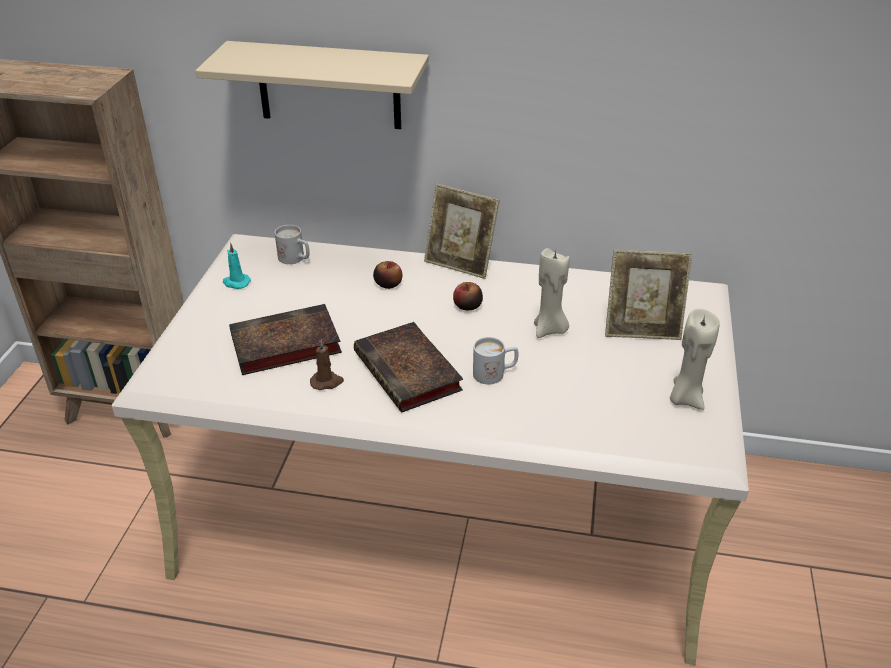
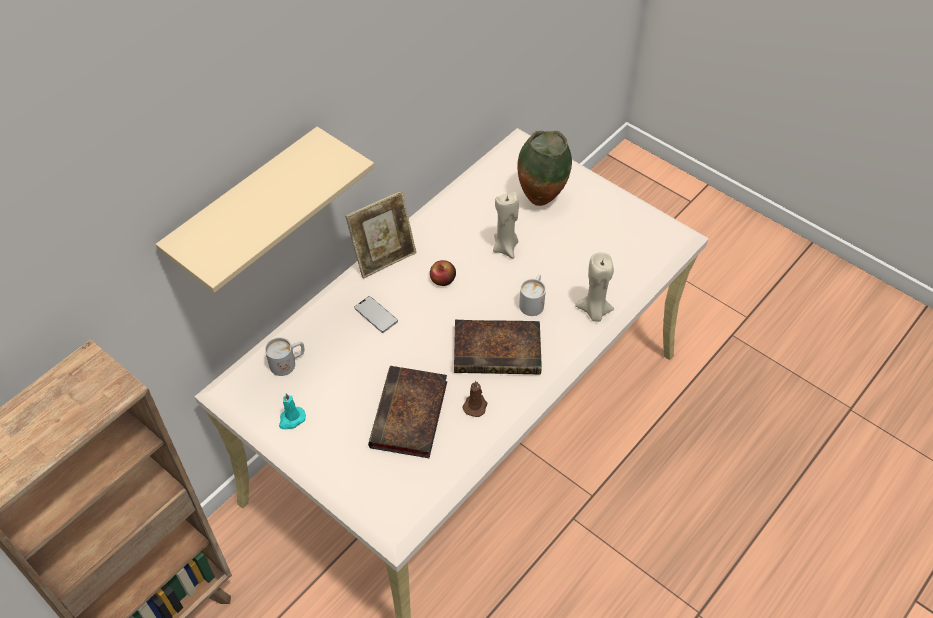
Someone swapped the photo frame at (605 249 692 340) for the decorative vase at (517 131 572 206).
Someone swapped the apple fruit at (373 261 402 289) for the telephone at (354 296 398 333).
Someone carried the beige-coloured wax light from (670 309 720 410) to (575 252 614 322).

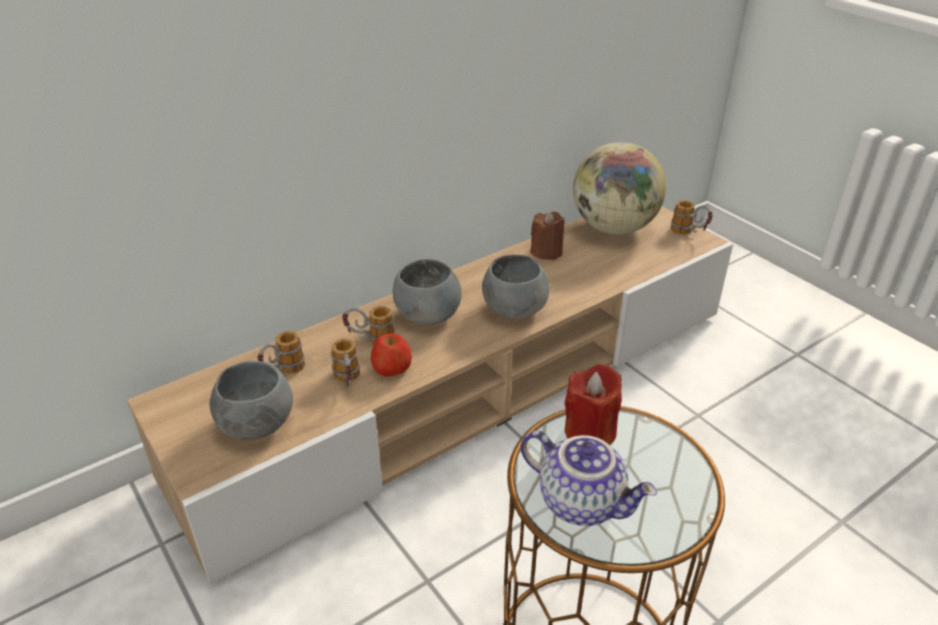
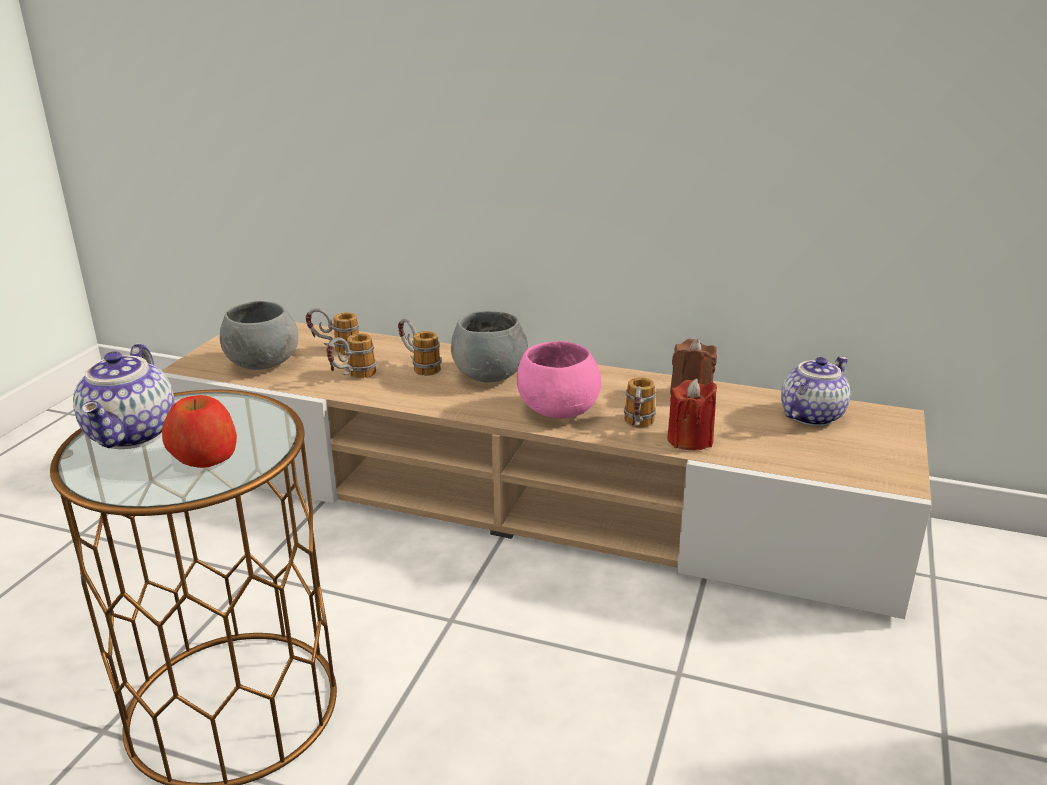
Someone swapped the desk globe at (573 142 666 234) for the tea pot at (781 356 850 426).
Someone carried the tea mug from (671 200 713 235) to (624 377 656 427).
Someone repainted the gray deep dish at (482 255 550 318), which became the pink-coloured deep dish at (517 341 601 419).
Someone carried the apple fruit from (371 333 412 377) to (162 395 237 468).
Someone carried the red wax light from (565 364 622 445) to (667 378 717 451).

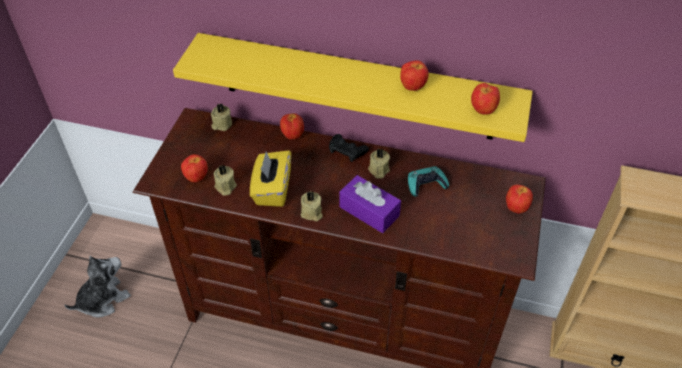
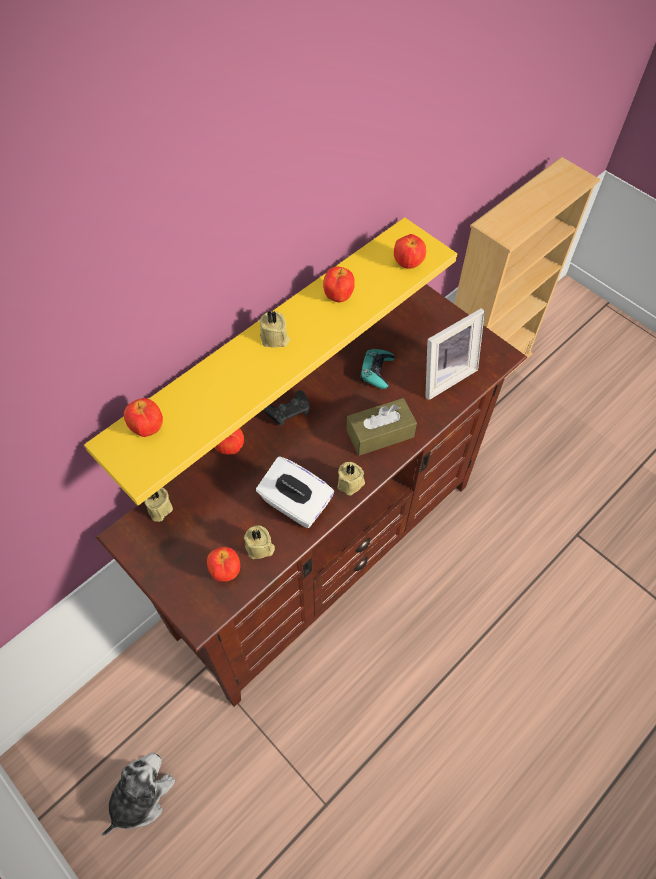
Someone carried the beige-coloured wax light from (368 148 390 179) to (259 311 290 348).
Someone repainted the yellowish tissue holder at (250 150 291 207), which became the whitish tissue holder at (256 456 334 529).
Someone repainted the purplish tissue holder at (339 175 401 233), which became the brownish tissue holder at (346 398 417 456).
Someone carried the apple fruit from (506 185 533 213) to (124 398 163 437).
Someone rotated the plush toy at (64 255 131 318) by 45 degrees clockwise.
Someone put down the photo frame at (425 308 485 400).

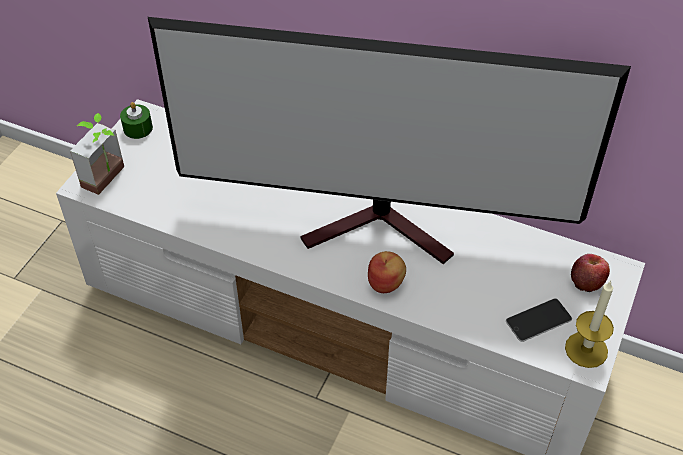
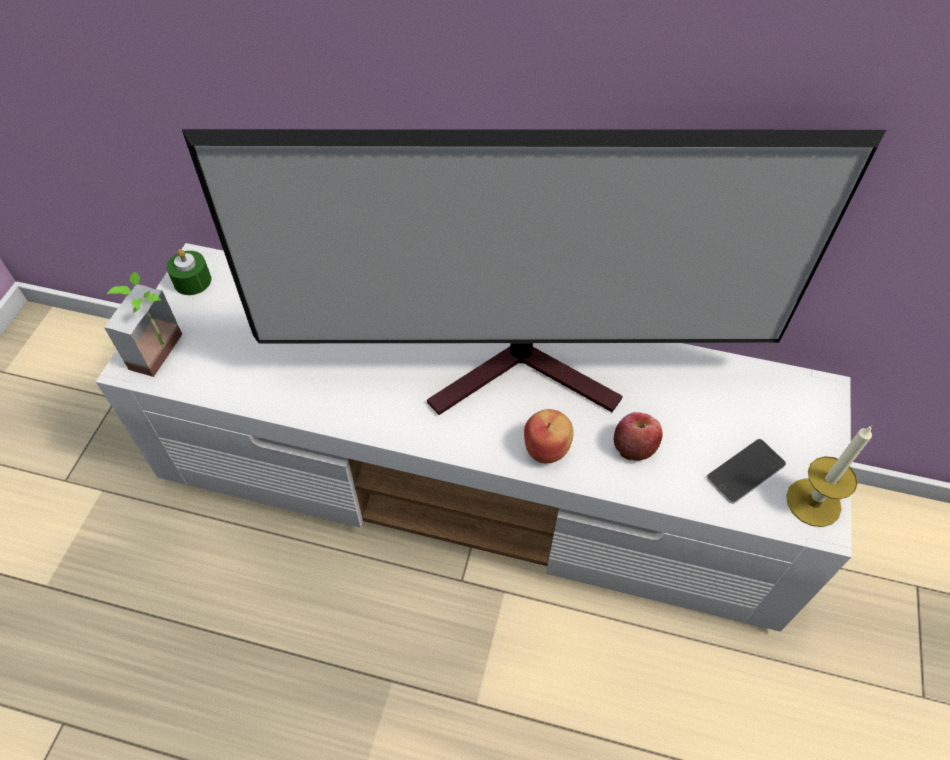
Someone carried the apple fruit from (571 254 610 292) to (614 412 663 461).

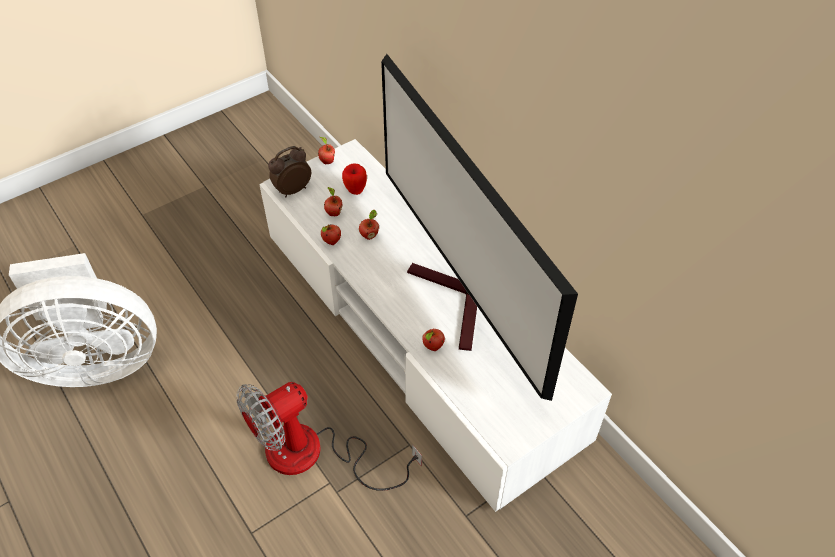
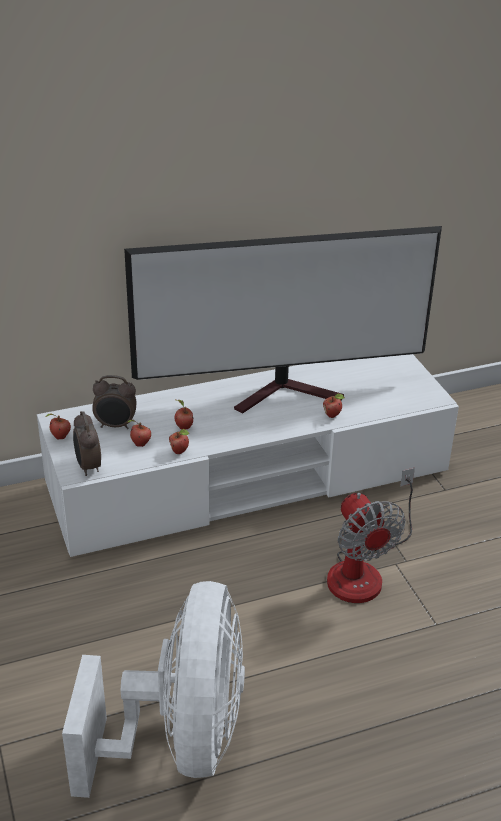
Someone swapped the apple fruit at (342 163 367 195) for the alarm clock at (92 375 137 429).

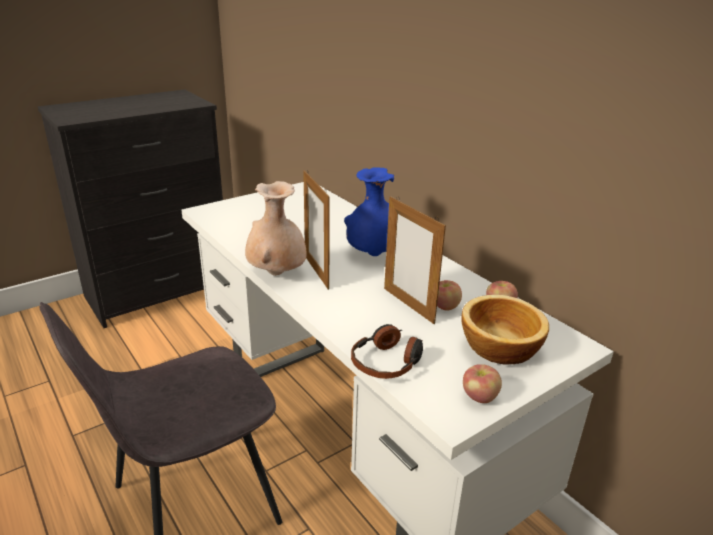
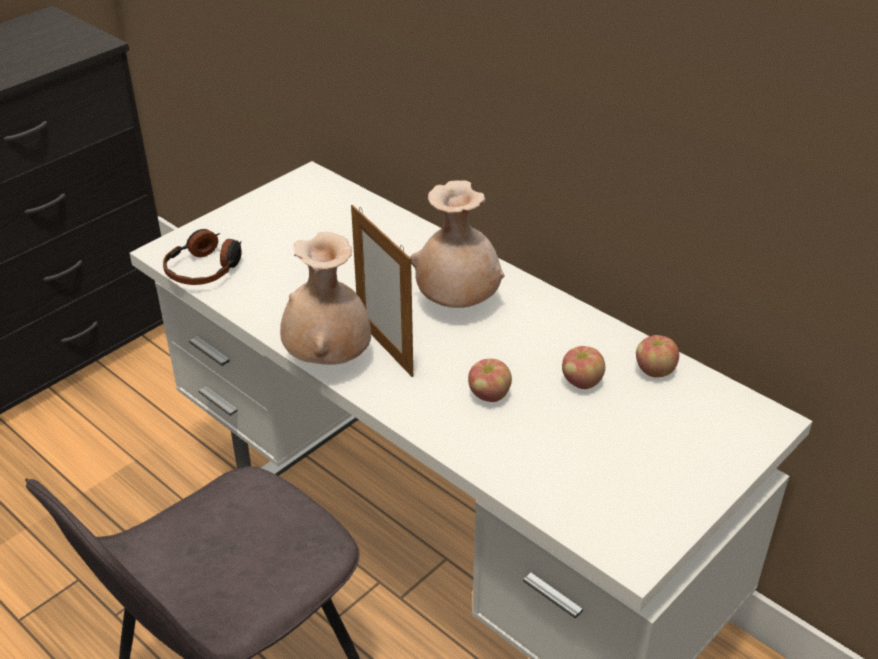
Someone repainted the bluish decorative vase at (344 167 394 256), which became the beige-coloured decorative vase at (410 180 505 308).
Someone took away the photo frame at (384 196 446 324).
Someone took away the deep dish at (461 295 549 365).
Someone carried the headphones from (351 324 423 379) to (163 229 242 285).
Someone carried the apple fruit from (463 364 502 403) to (468 359 512 402).

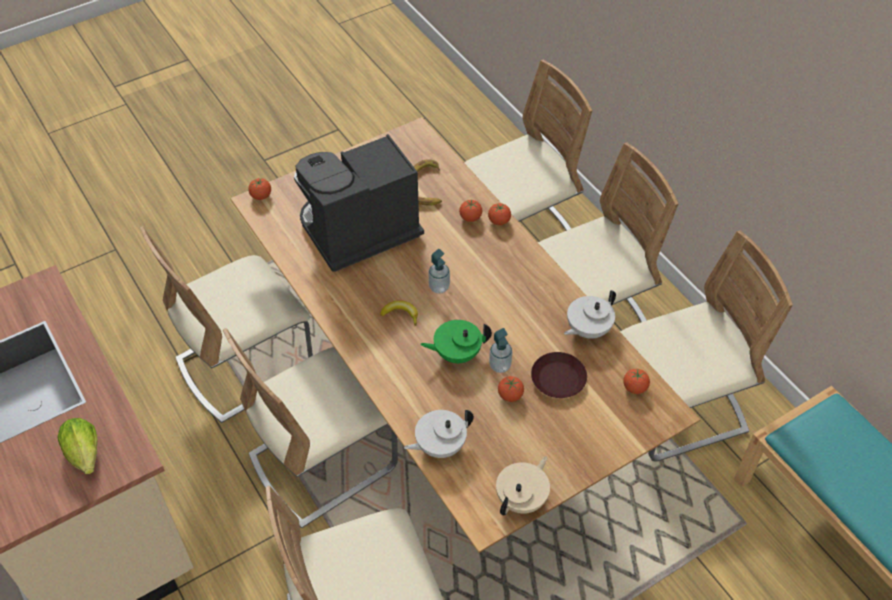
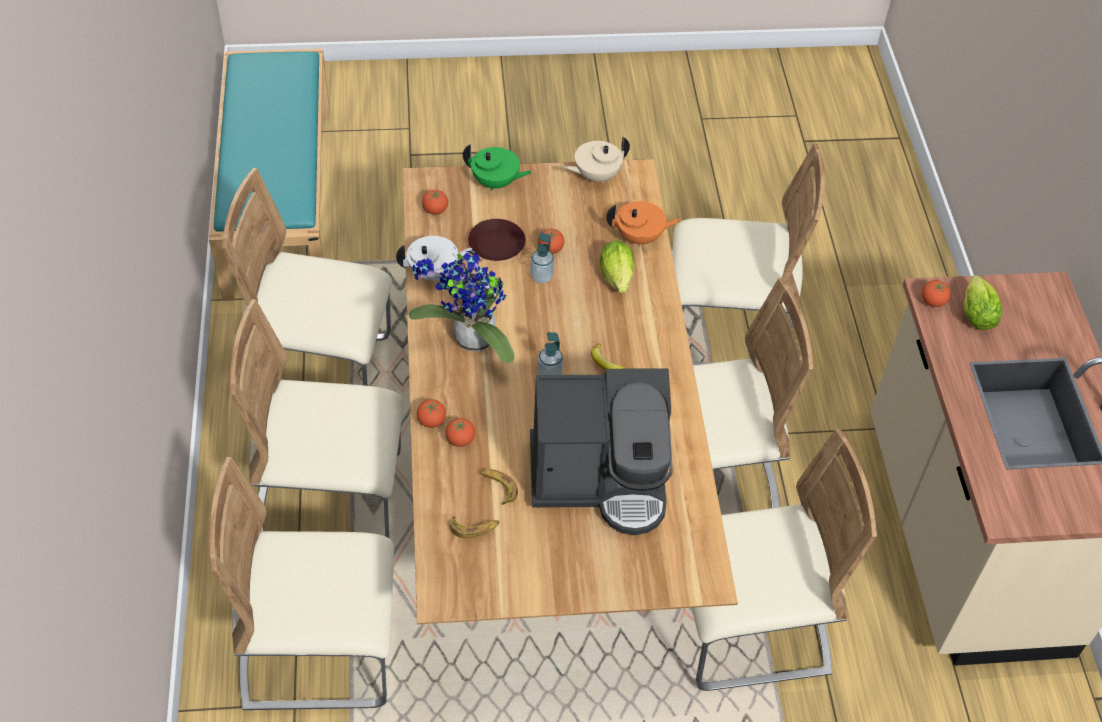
Someone carried the whole tomato from (248 178 271 200) to (922 280 951 307).
Someone carried the greenish tea pot from (420 320 492 363) to (463 144 532 191).
Someone repainted the whitish tea pot at (404 410 474 458), which became the orange-coloured tea pot at (606 201 681 247).
Someone put down the head of lettuce at (599 240 635 293).
Someone put down the potted plant at (408 246 515 364).

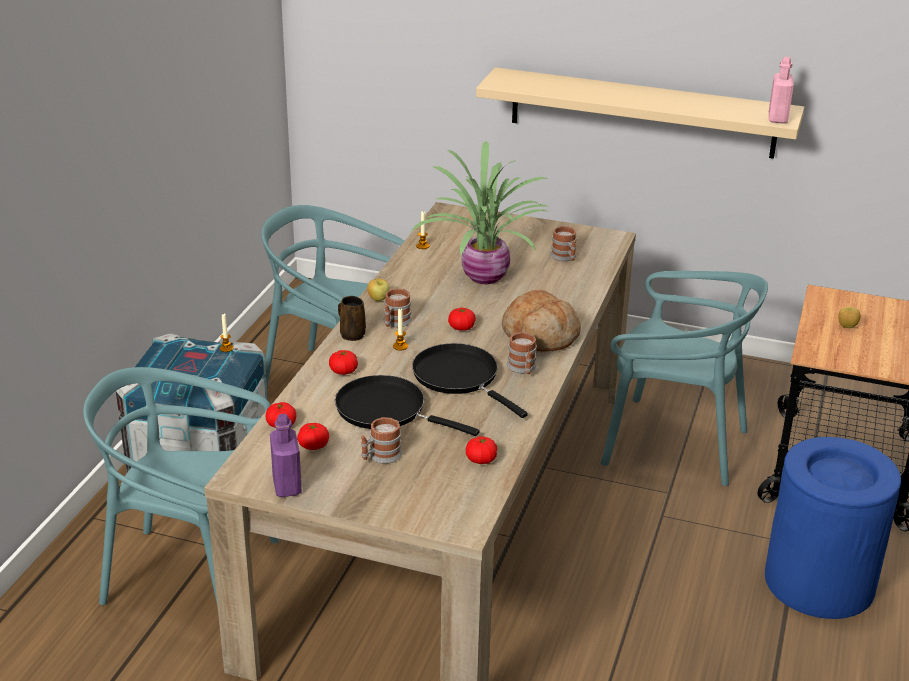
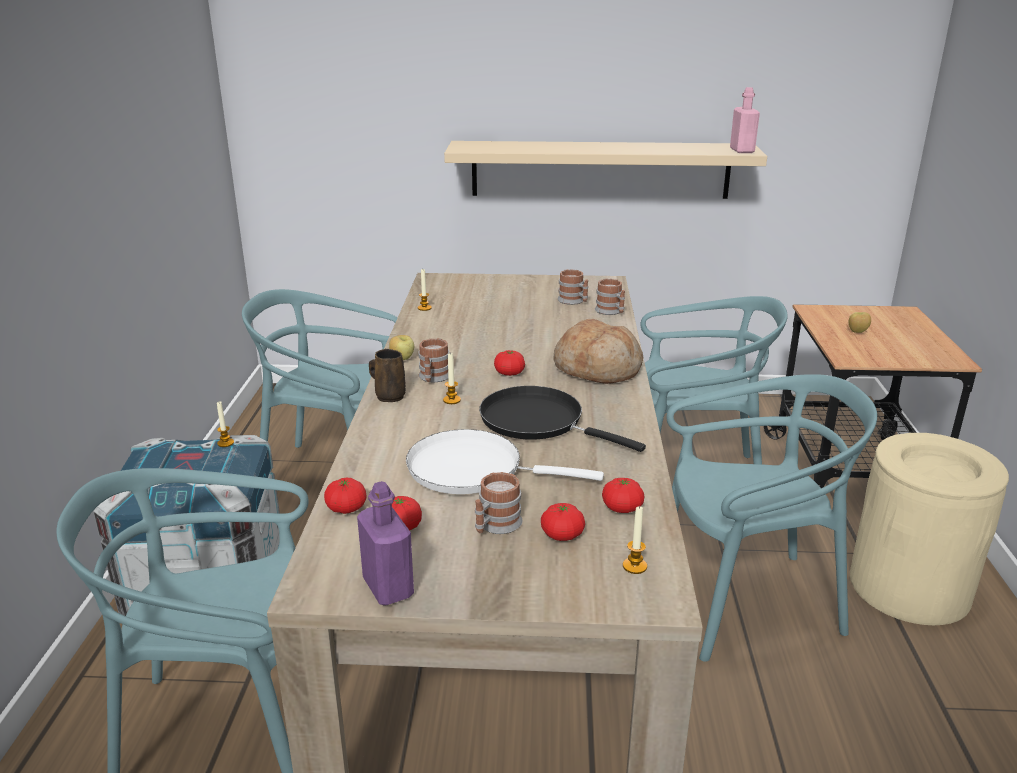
Someone took away the potted plant at (411 141 550 284).
Someone carried the tea mug from (507 332 537 374) to (595 278 625 315).
Someone carried the whole tomato from (329 350 358 375) to (541 503 585 541).
Someone repainted the blackish skillet at (335 375 480 436), which became the whitish skillet at (406 429 604 494).
Someone repainted the bluish waste bin at (765 437 901 619), which became the beige-coloured waste bin at (850 433 1009 625).
Someone put down the turquoise upright chair at (666 374 877 662).
Someone put down the wax light at (623 505 647 574).

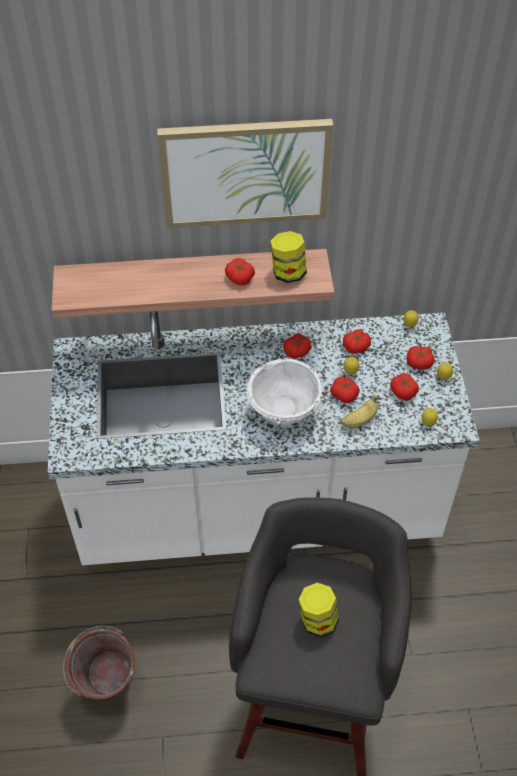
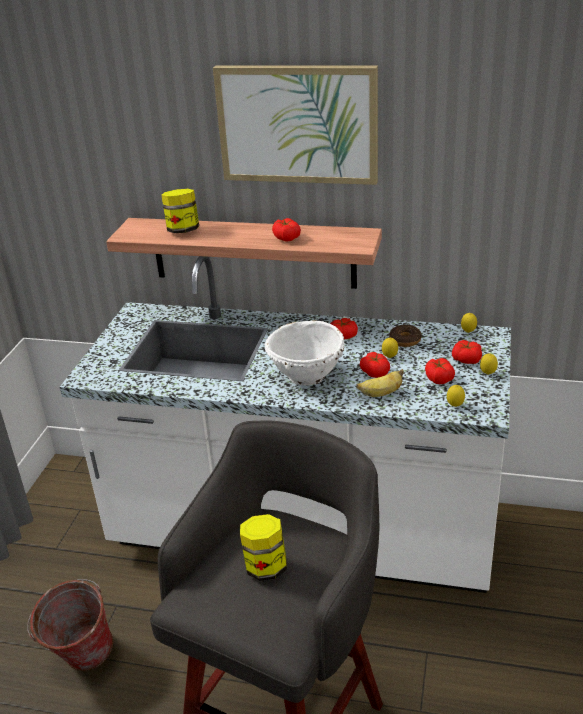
Someone carried the jar from (270 231 307 283) to (161 189 199 233).
Someone swapped the whole tomato at (343 329 371 354) for the ring doughnut at (389 325 422 347).

